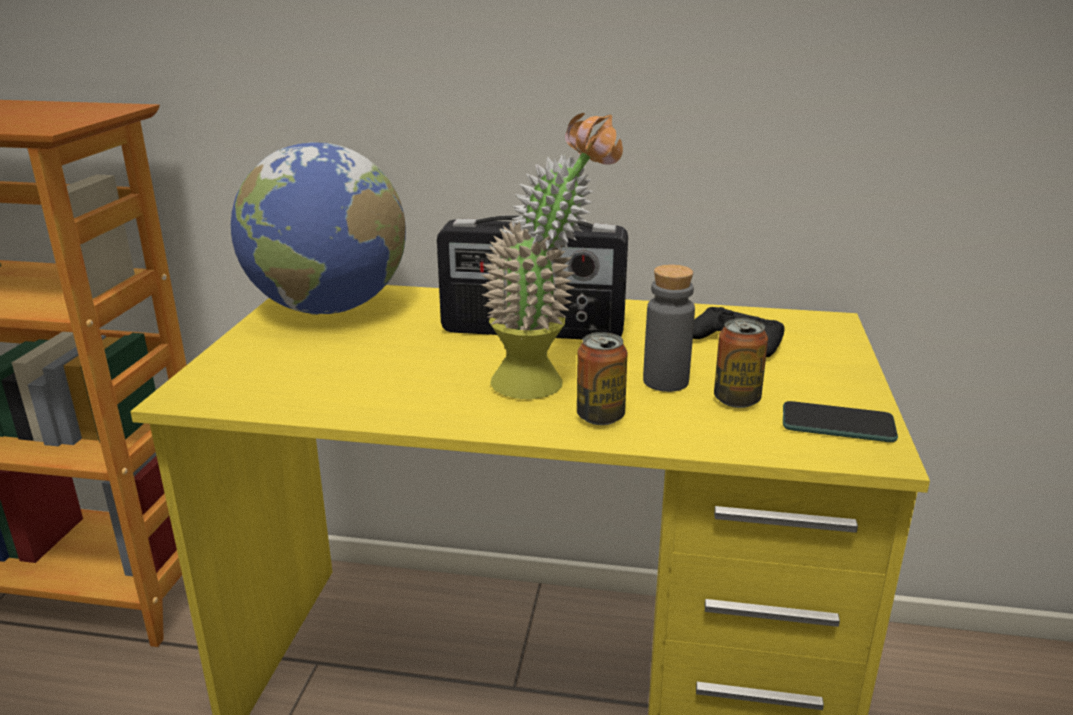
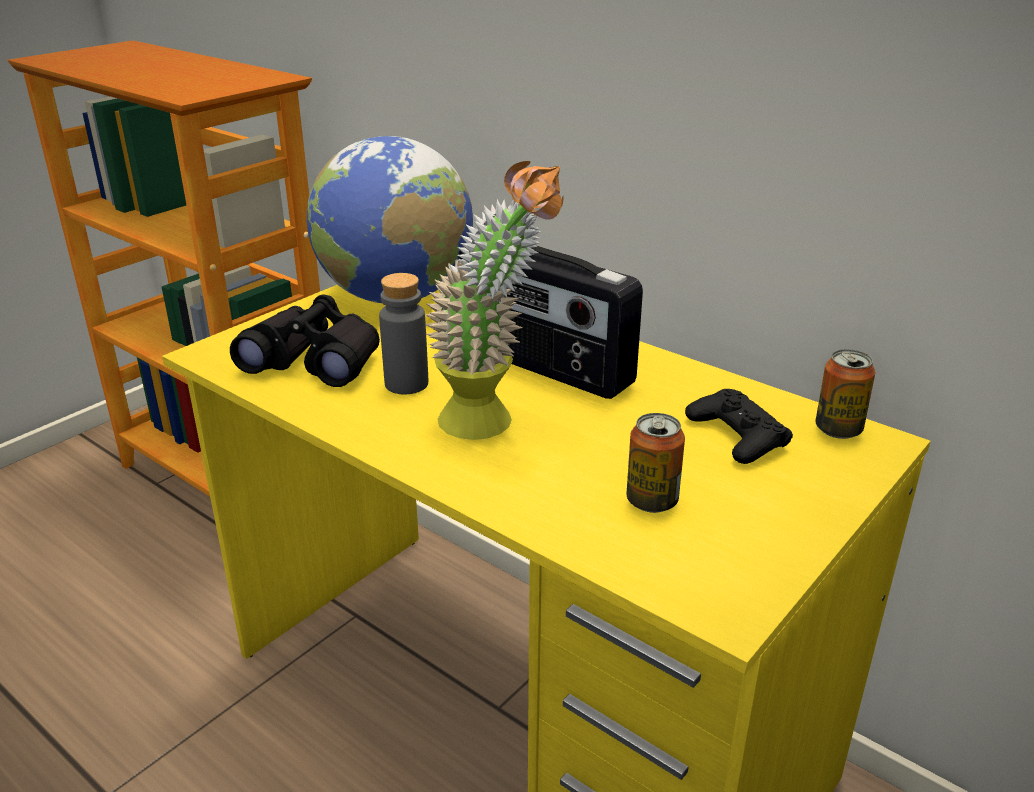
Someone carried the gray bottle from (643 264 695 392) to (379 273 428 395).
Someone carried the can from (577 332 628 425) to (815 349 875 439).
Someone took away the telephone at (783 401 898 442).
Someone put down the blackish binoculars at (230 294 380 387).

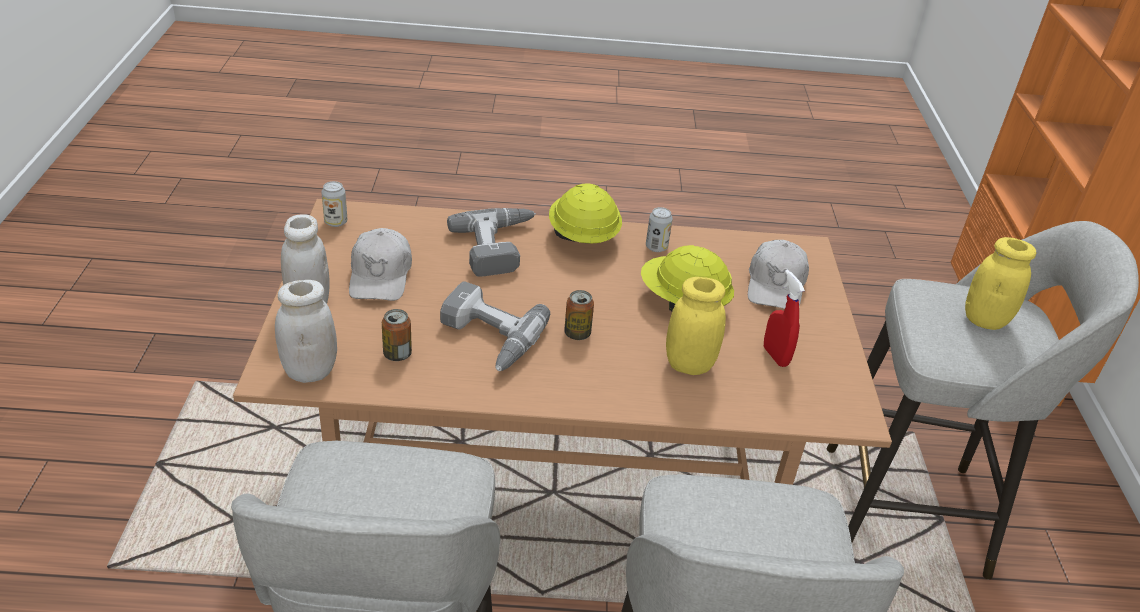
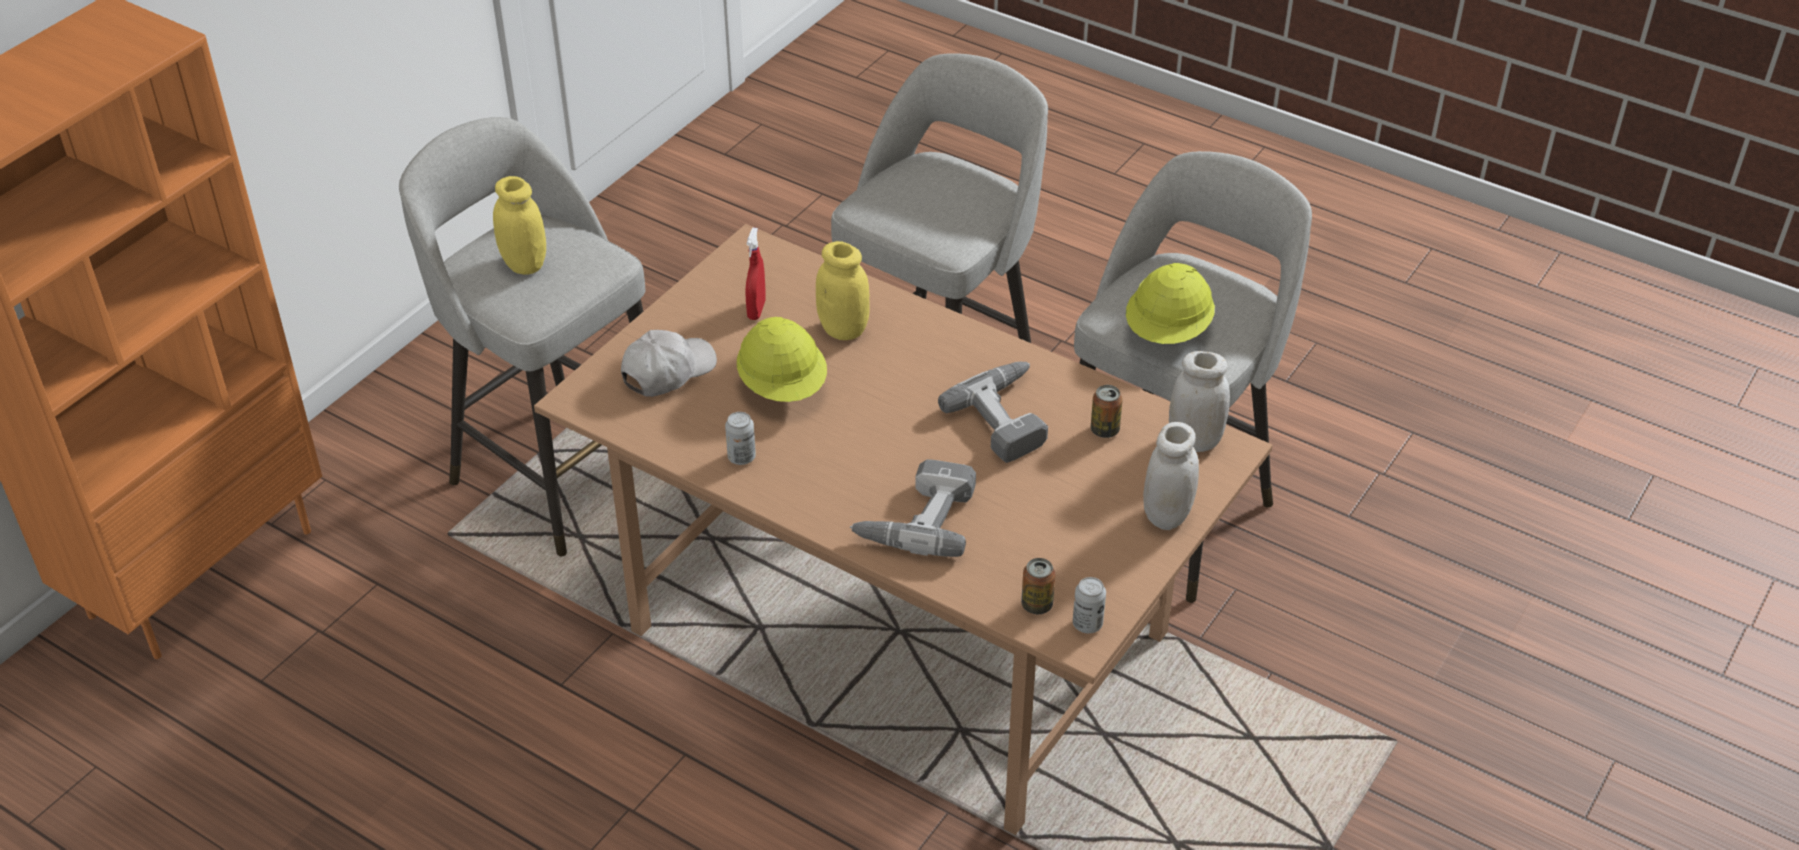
Someone carried the yellowish safety helmet from (549 183 622 244) to (1126 263 1215 344).
Someone took away the whitish peaked cap at (349 228 412 301).
Someone carried the can from (564 290 594 340) to (1021 558 1055 614).

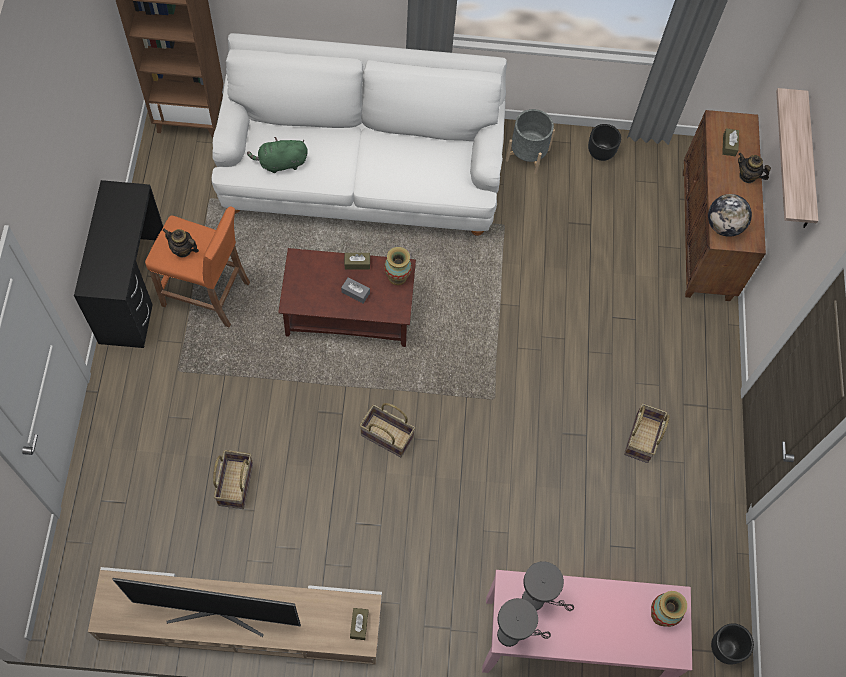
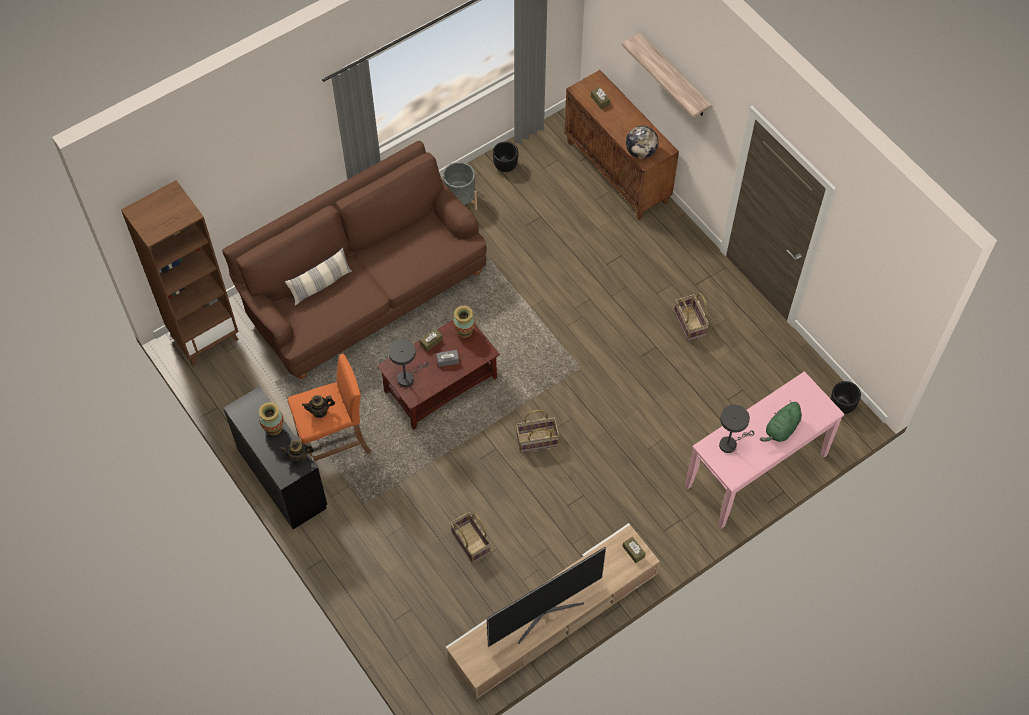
Someone repainted the whitish sofa at (211 33 507 236), which became the brownish sofa at (222 141 487 379).
Someone carried the greenish plush toy from (247 137 308 173) to (760 400 802 442).
Someone carried the tea pot from (738 153 771 183) to (280 440 315 463).
Someone carried the decorative vase from (651 591 687 627) to (259 402 284 435).
Someone carried the gray lamp for a table from (497 598 551 647) to (388 339 429 387).
Someone put down the cushion at (285 248 352 306).

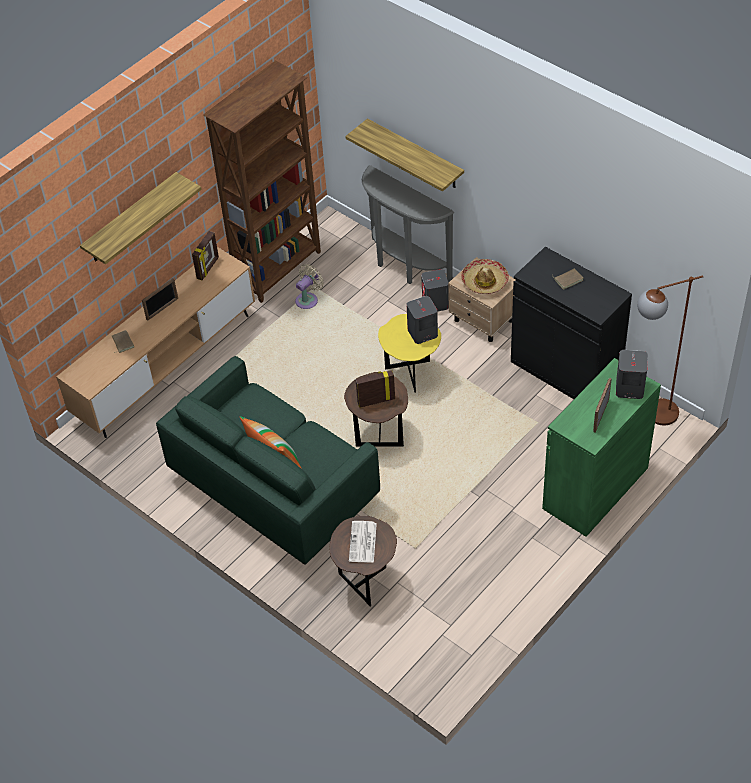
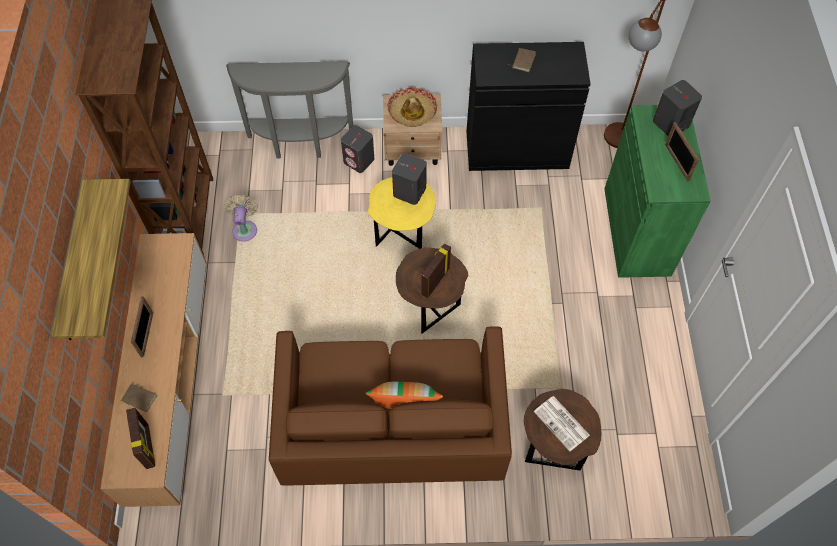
Someone took away the wall shelf at (345 119 464 192).
Someone carried the photo frame from (192 231 219 280) to (126 407 155 469).
Someone repainted the greenish sofa at (156 356 380 565), which became the brownish sofa at (269 326 512 486).

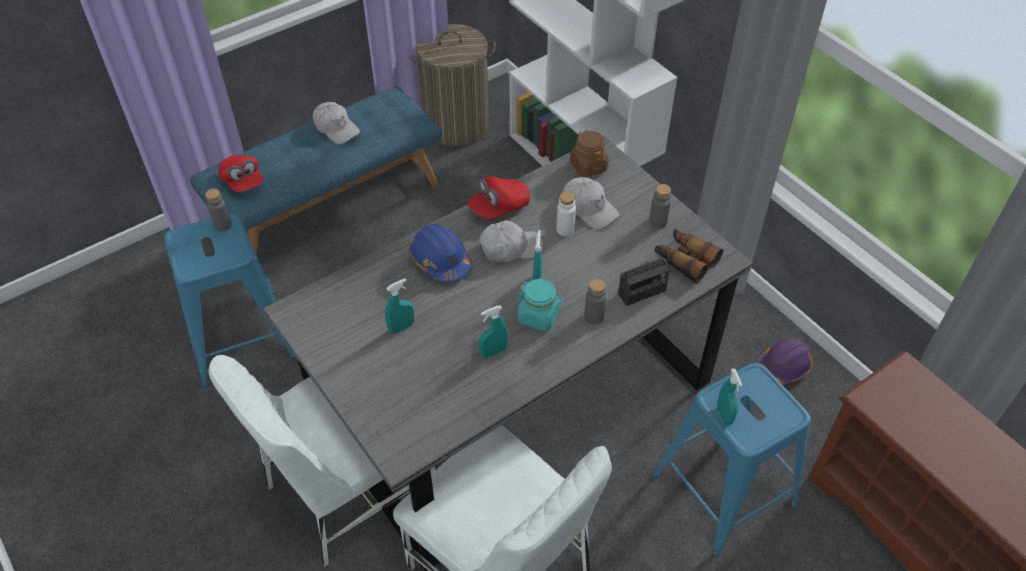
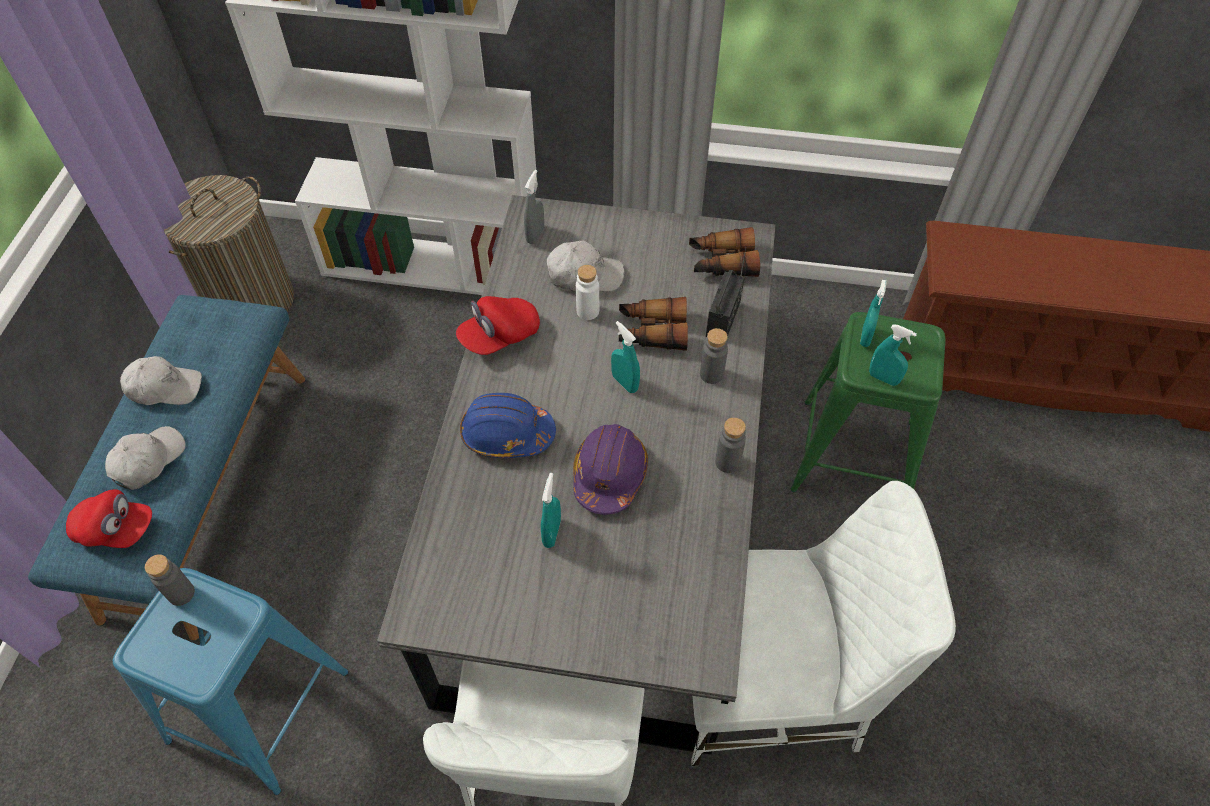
Someone swapped the brownish jar at (570 130 608 177) for the gray hand sprayer at (524 170 544 244).
Someone rotated the red peaked cap at (468 176 530 219) by 45 degrees clockwise.
Someone carried the gray bottle from (649 184 671 229) to (715 417 746 473).
Someone carried the whitish peaked cap from (479 220 543 262) to (105 426 186 490).
Someone took away the turquoise jar at (516 279 564 331).
Someone carried the turquoise hand sprayer from (479 306 508 358) to (860 280 887 347).
Someone carried the purplish safety helmet from (756 338 813 385) to (573 424 648 515).
Someone repainted the bluish stool seat at (653 363 811 557), which became the greenish stool seat at (791 312 946 492).
Someone put down the binoculars at (619 297 688 351).

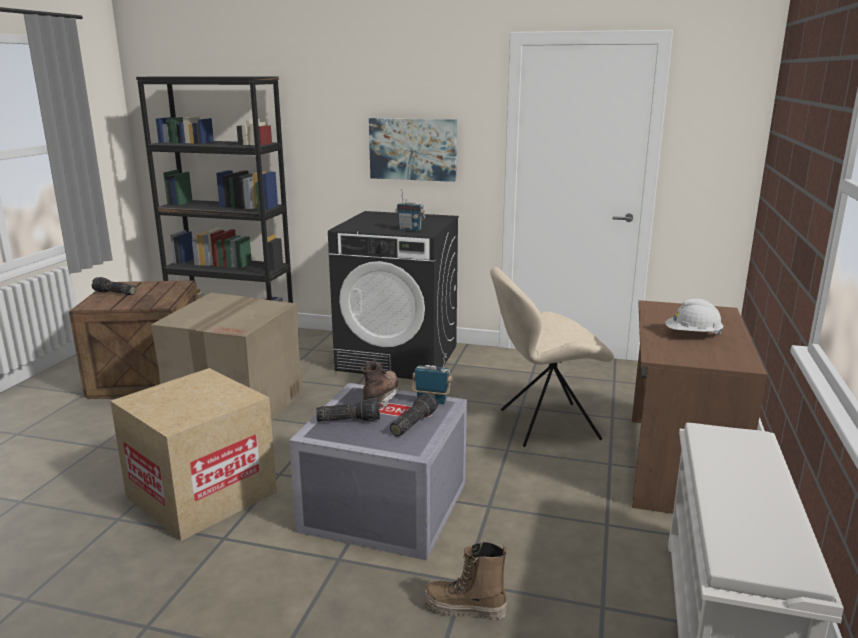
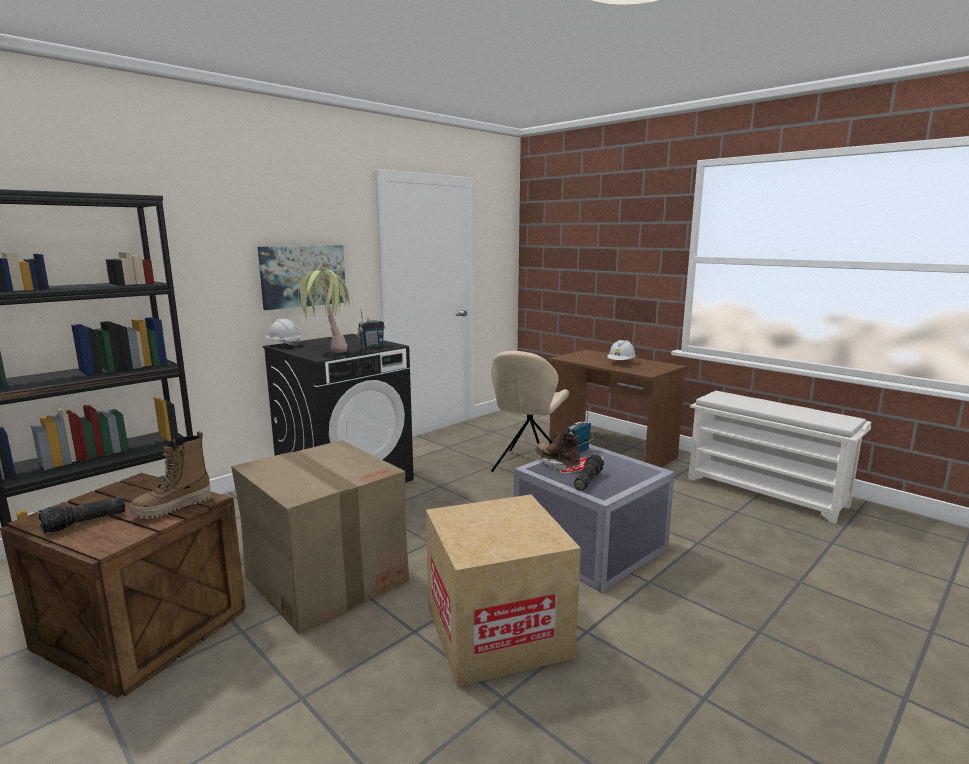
Someone took away the torch at (390 393 438 436).
Someone carried the boot from (424 542 507 620) to (130 431 211 519).
Someone put down the potted plant at (298 270 353 353).
Someone put down the whitish safety helmet at (265 318 301 347).

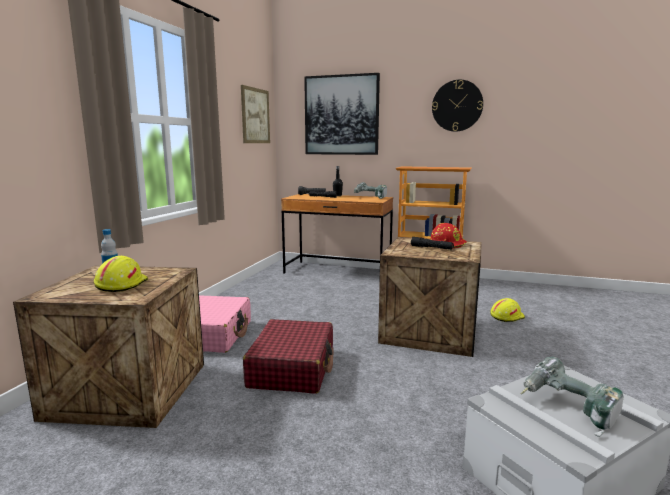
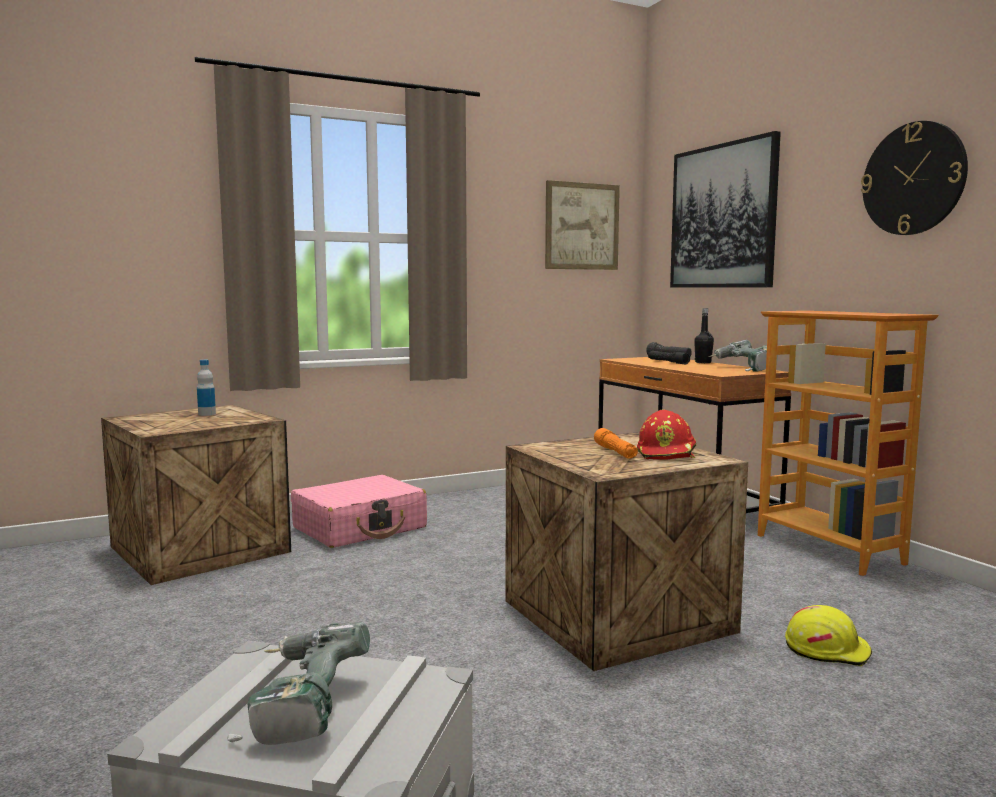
Someone repainted the blackish torch at (411 237 454 250), which became the orange-coloured torch at (594 428 638 459).
Someone took away the yellowish safety helmet at (94 256 148 292).
Someone took away the red suitcase at (243 319 334 394).

